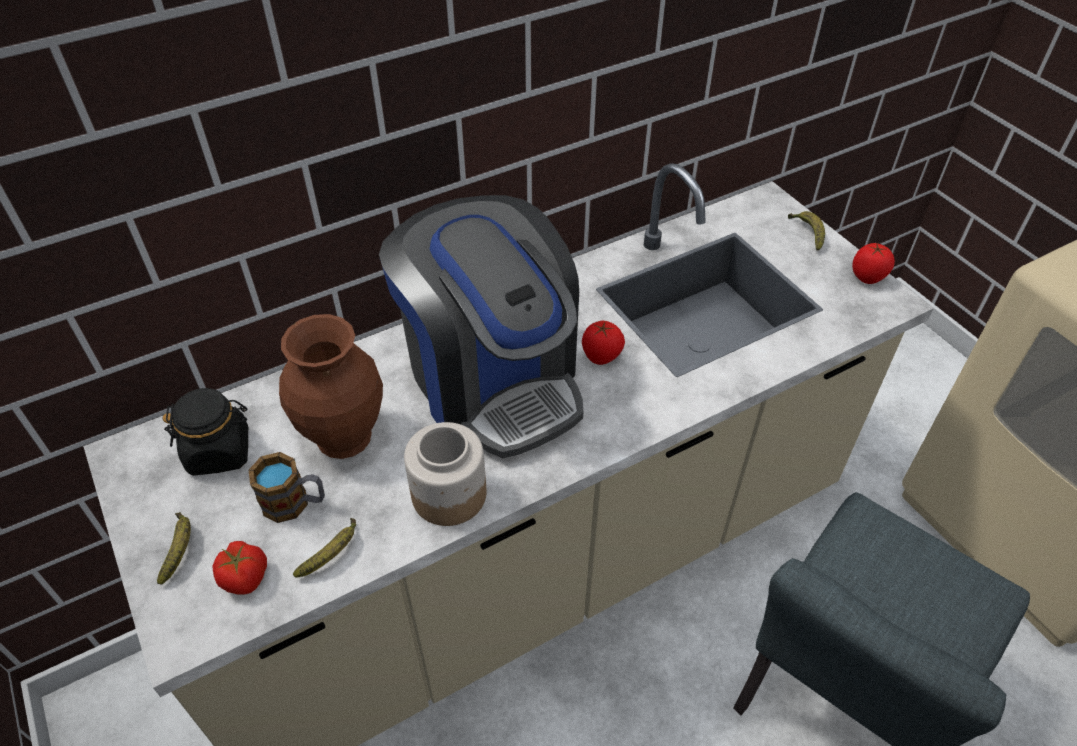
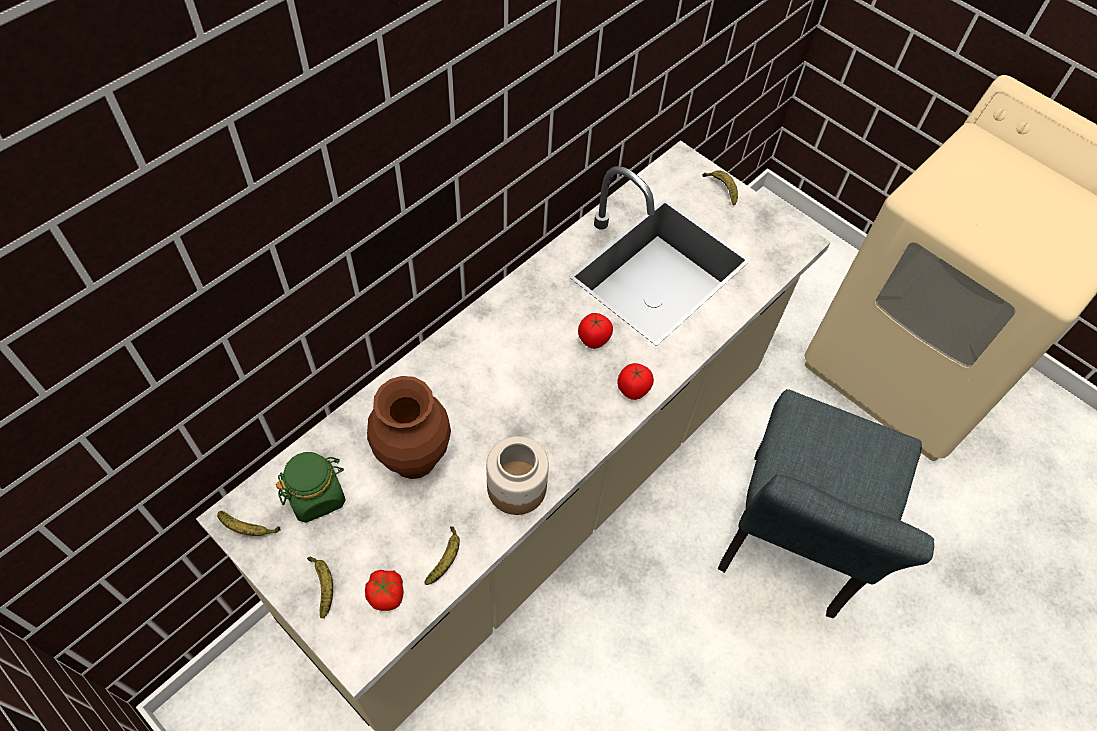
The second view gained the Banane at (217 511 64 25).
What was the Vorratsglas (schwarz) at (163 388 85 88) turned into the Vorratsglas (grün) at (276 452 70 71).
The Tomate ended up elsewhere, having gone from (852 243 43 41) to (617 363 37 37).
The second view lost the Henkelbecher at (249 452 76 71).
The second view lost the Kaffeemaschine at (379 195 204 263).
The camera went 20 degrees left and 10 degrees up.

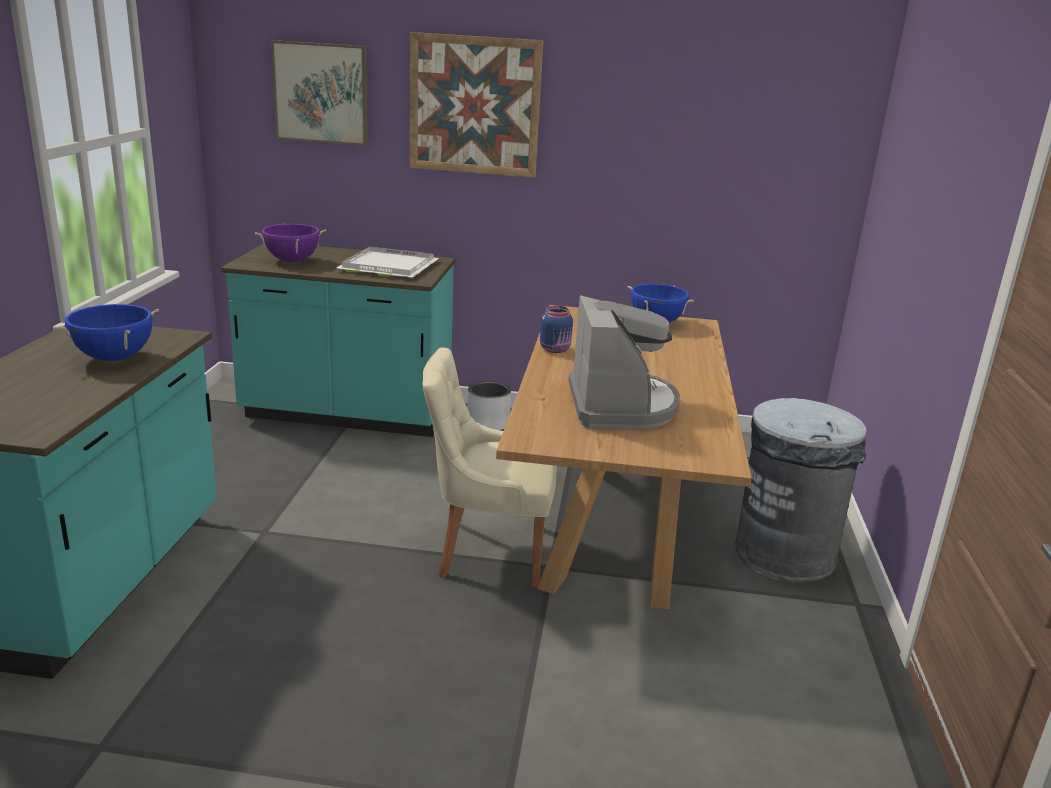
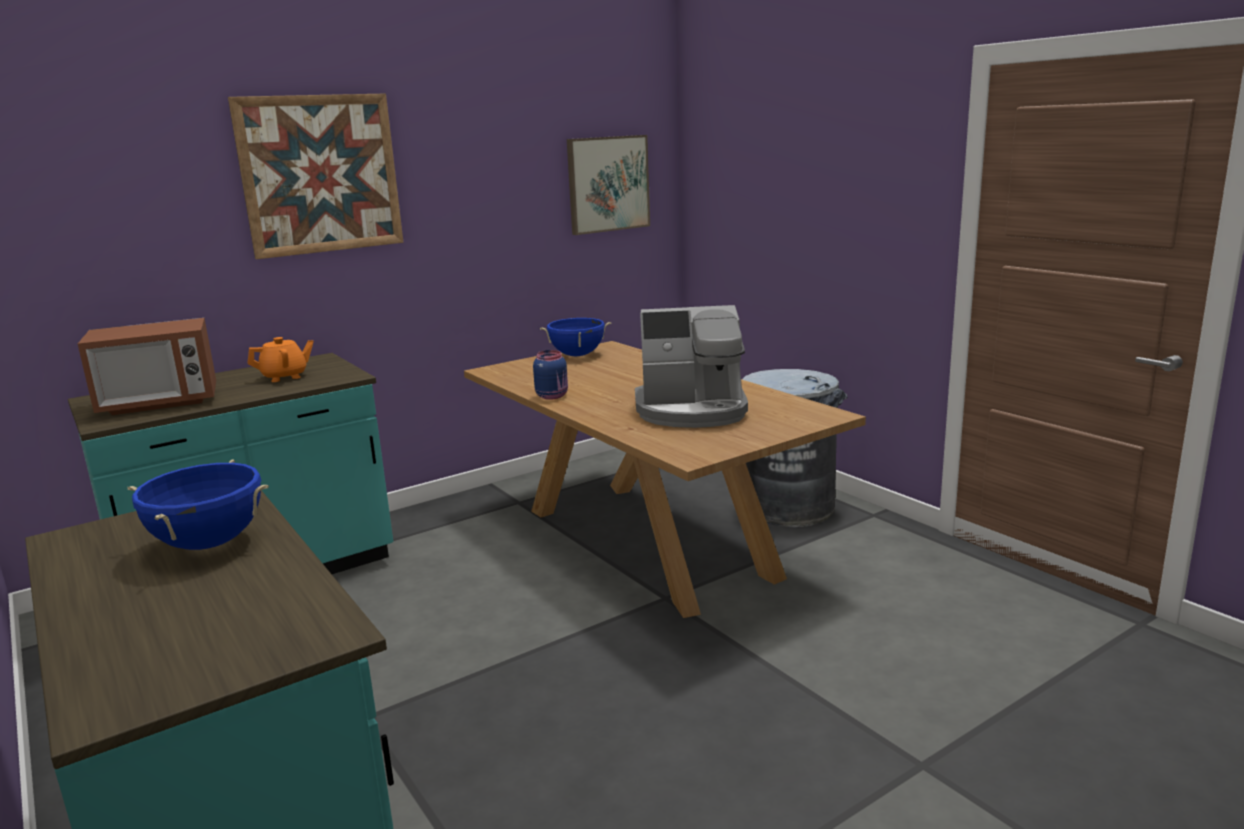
Where the Kochtopf (lila) stood at (255 224 71 38), the Mikrowelle came to stand at (78 318 138 97).
Where the Tablett (weiß) stood at (336 246 103 32), the Teekanne (orange) came to stand at (247 337 67 45).
The Bild ended up elsewhere, having gone from (271 40 97 106) to (567 135 83 100).
The Kaffeemaschine at (568 295 112 134) ended up facing another way, 135 degrees clockwise from before.
The second view lost the Stuhl (beige) at (422 347 135 240).
The second view lost the Pflanzkübel (grau) at (467 381 44 49).
The camera went 40 degrees left and 5 degrees down.

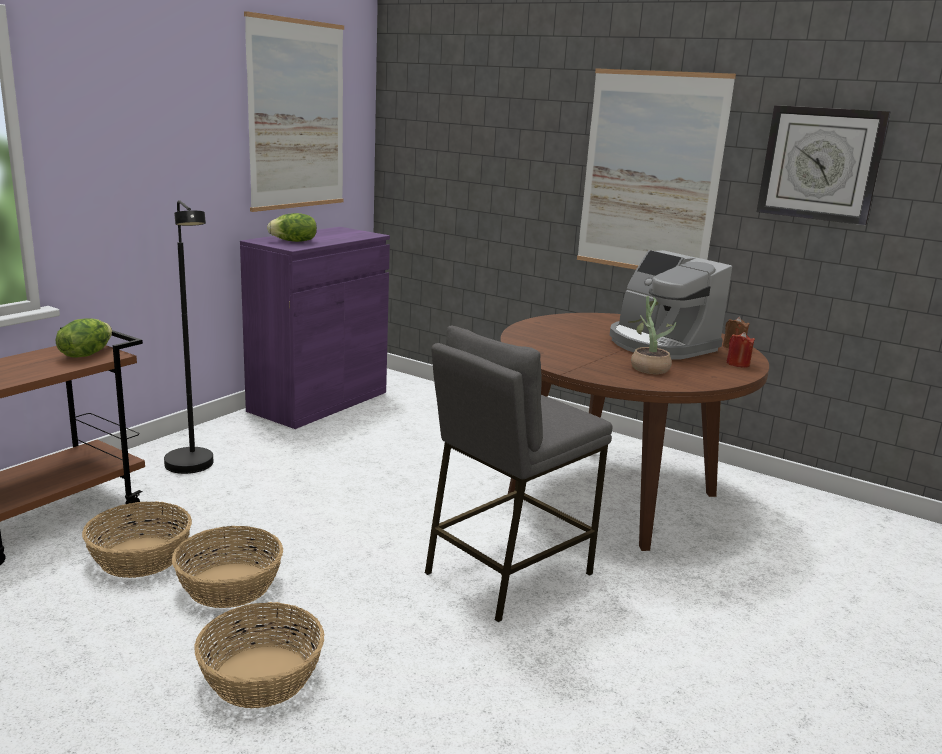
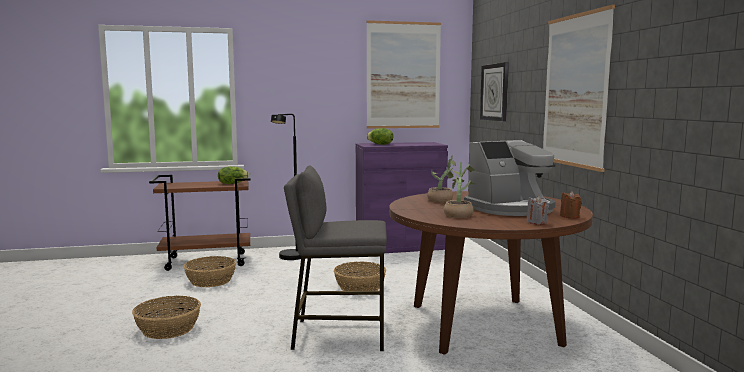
The Korb ended up elsewhere, having gone from (172 526 111 82) to (334 261 52 30).
The second view gained the Topfpflanze at (427 155 32 47).
The Kaffeemaschine at (610 250 122 110) ended up facing another way, 120 degrees counterclockwise from before.
The Wanduhr ended up elsewhere, having gone from (757 105 133 120) to (480 62 29 59).
What was the Kerze (rot) at (726 332 29 36) turned into the Kerze (grau) at (527 196 22 29).
The camera went 45 degrees right and 10 degrees down.

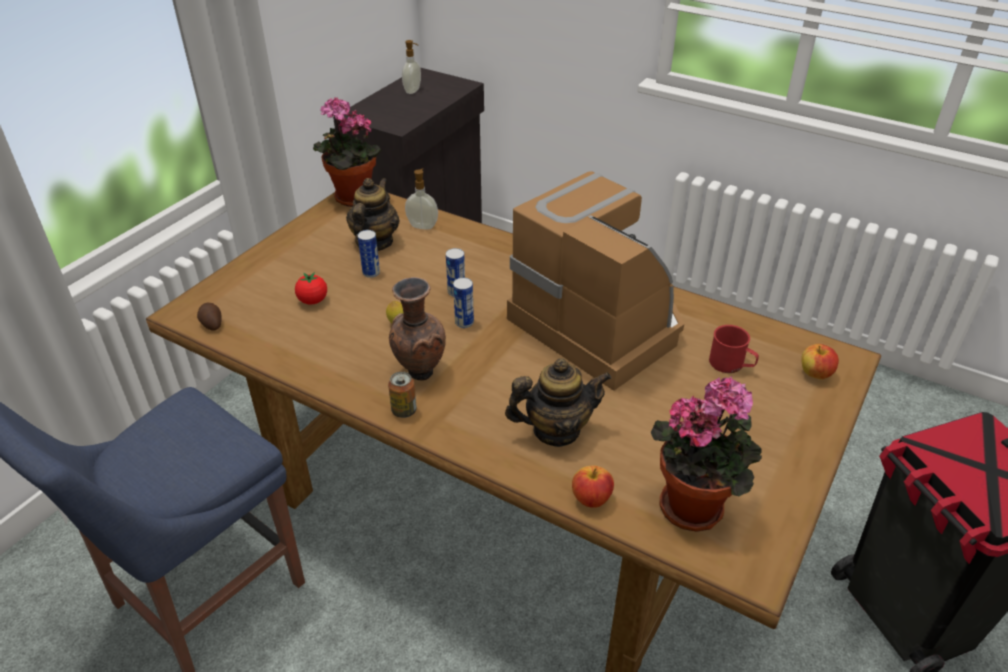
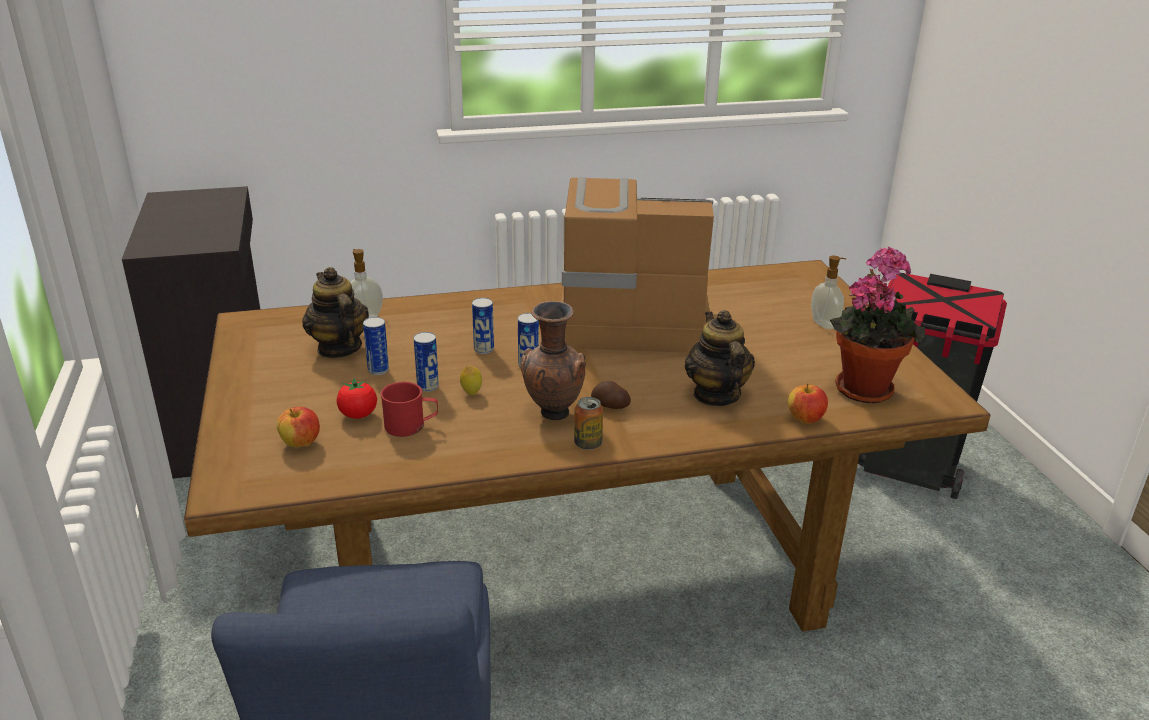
The Apfel ended up elsewhere, having gone from (801 344 38 36) to (277 407 43 40).
The Henkelbecher (rot) ended up elsewhere, having gone from (709 325 50 48) to (380 382 58 55).
The second view gained the Dose at (414 332 25 60).
The Kartoffel ended up elsewhere, having gone from (197 303 25 28) to (591 381 40 28).
The Teekanne at (505 358 106 89) ended up facing another way, 45 degrees counterclockwise from before.
The Seifenspender ended up elsewhere, having gone from (402 40 19 54) to (811 256 35 73).
The second view lost the Topfpflanze at (313 97 70 110).
The camera went 45 degrees left and 10 degrees down.

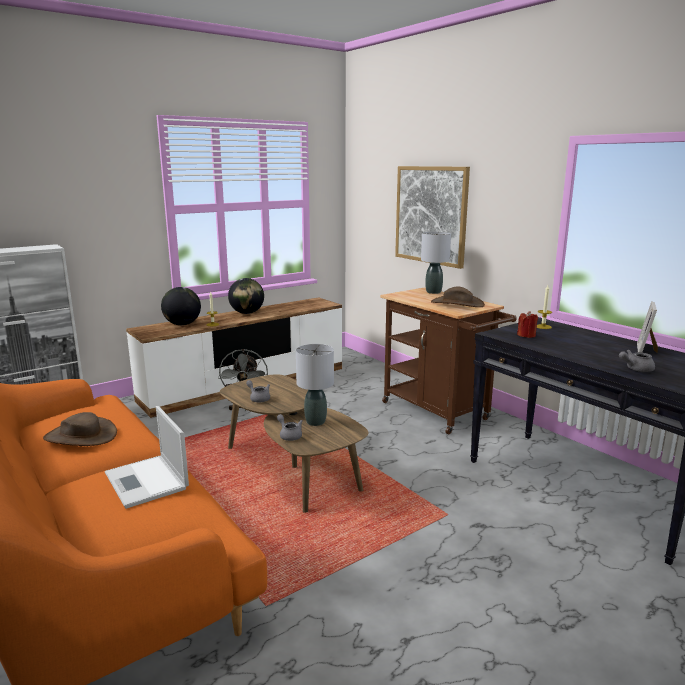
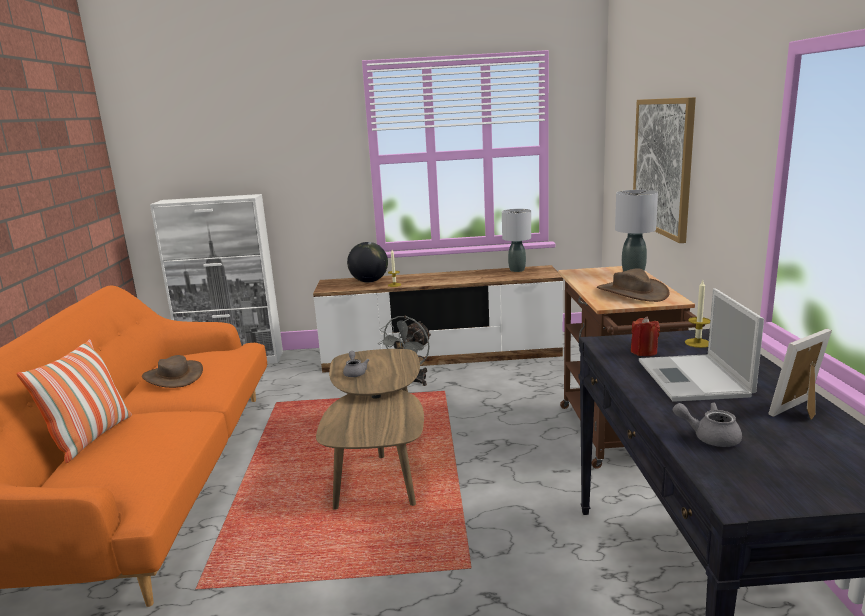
The second view gained the Kissen at (17 339 115 124).
The Tischlampe (grau) ended up elsewhere, having gone from (296 344 38 82) to (502 209 29 63).
The Laptop ended up elsewhere, having gone from (105 406 84 103) to (639 288 125 114).
The second view lost the Globus at (228 278 36 36).
The second view lost the Teekanne (grau) at (277 414 26 27).
The camera went 35 degrees right and 0 degrees up.

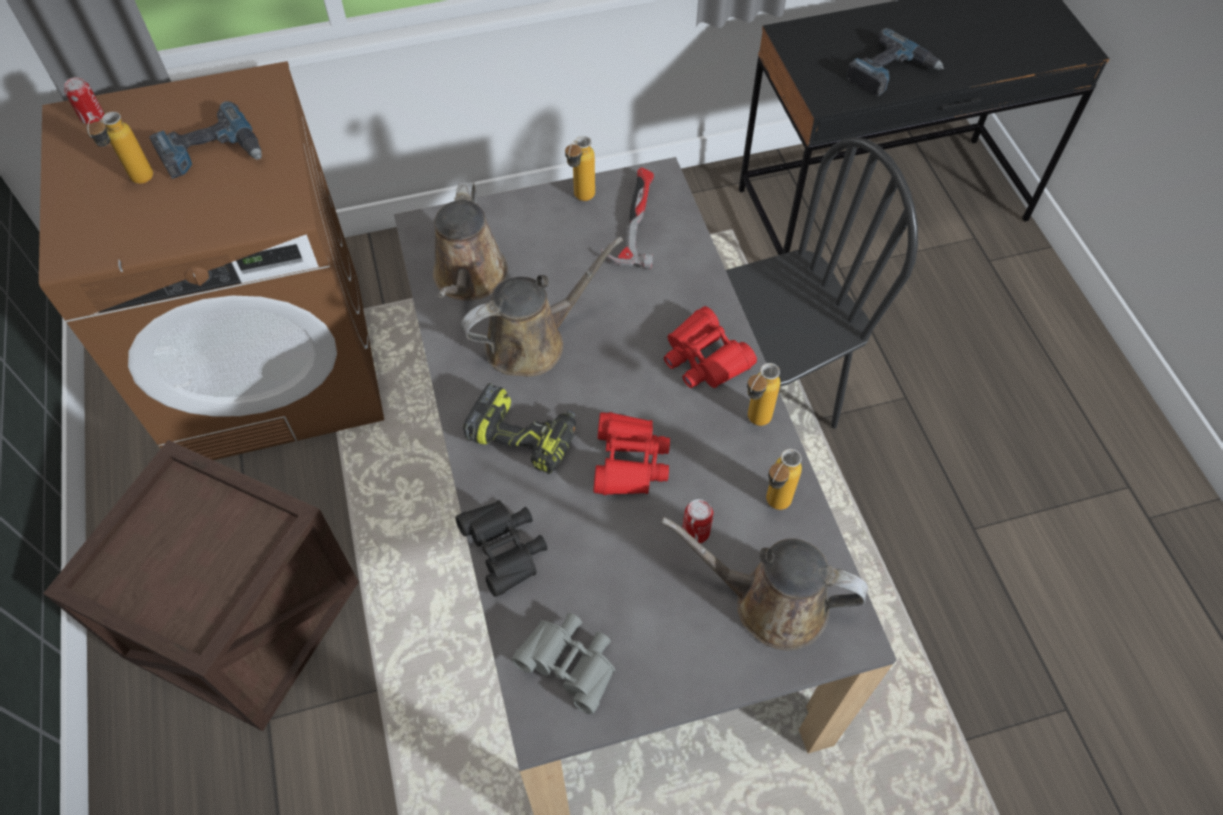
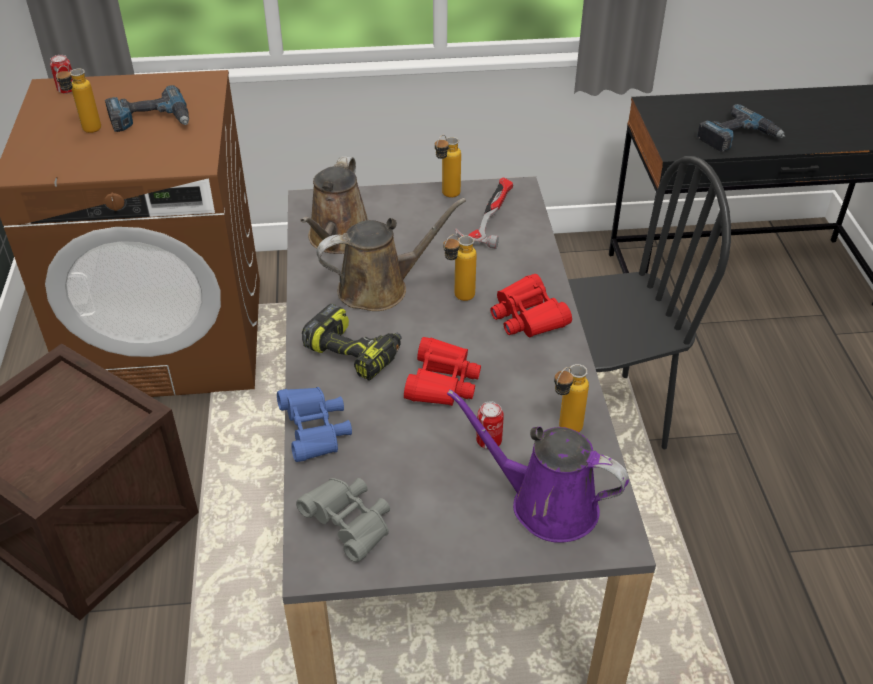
What was the Fernglas (schwarz) at (455 500 92 97) turned into the Fernglas (blau) at (277 387 75 75).
The Flasche ended up elsewhere, having gone from (747 363 33 63) to (443 234 34 67).
What was the Gießkanne (braun) at (661 517 207 133) turned into the Gießkanne (lila) at (447 389 182 154).
The camera went 10 degrees right and 15 degrees down.

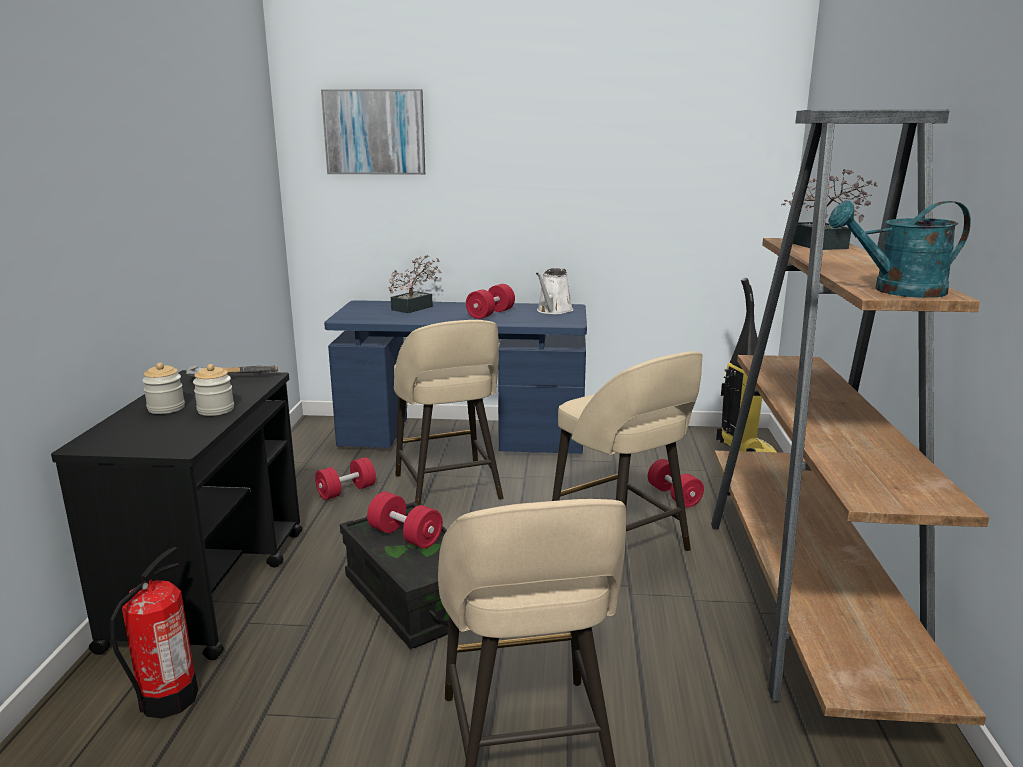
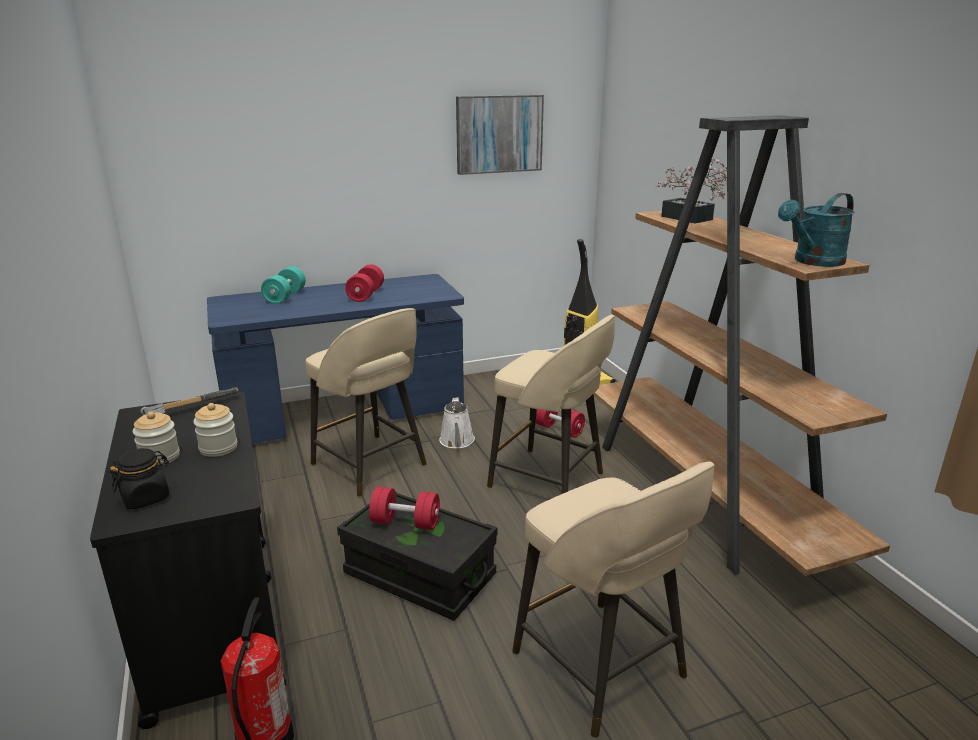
The second view gained the Vorratsglas (schwarz) at (110 448 60 61).
Where the Topfpflanze stood at (389 255 53 58), the Hantel (türkis) came to stand at (261 266 45 38).
The Gießkanne (weiß) ended up elsewhere, having gone from (536 268 37 46) to (439 397 36 52).
The Bild ended up elsewhere, having gone from (321 89 104 86) to (456 95 88 80).
The second view lost the Hantel (rot) at (315 457 61 43).
The camera went 25 degrees left and 5 degrees up.

